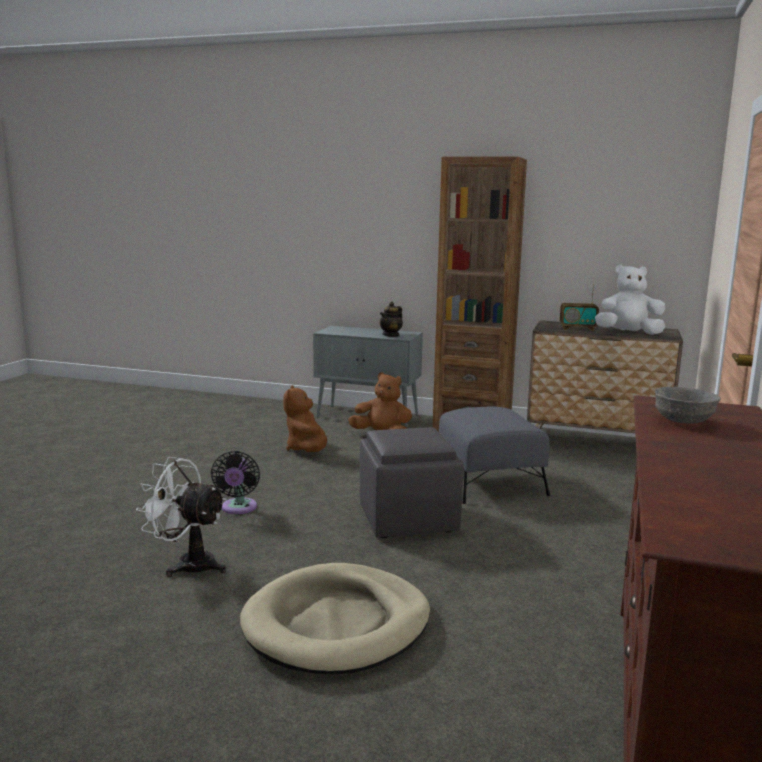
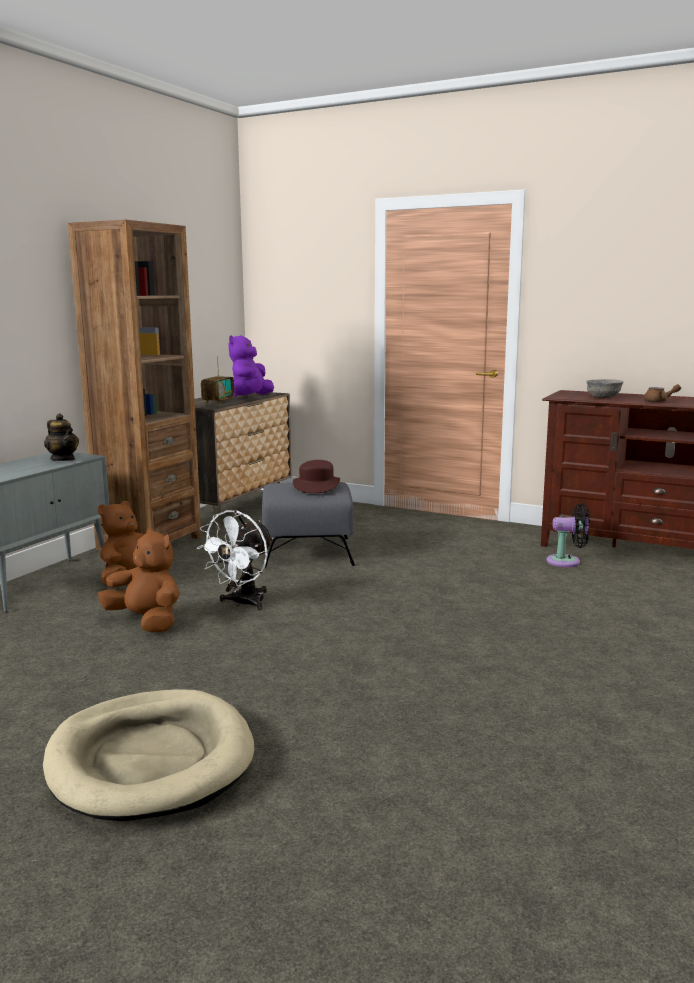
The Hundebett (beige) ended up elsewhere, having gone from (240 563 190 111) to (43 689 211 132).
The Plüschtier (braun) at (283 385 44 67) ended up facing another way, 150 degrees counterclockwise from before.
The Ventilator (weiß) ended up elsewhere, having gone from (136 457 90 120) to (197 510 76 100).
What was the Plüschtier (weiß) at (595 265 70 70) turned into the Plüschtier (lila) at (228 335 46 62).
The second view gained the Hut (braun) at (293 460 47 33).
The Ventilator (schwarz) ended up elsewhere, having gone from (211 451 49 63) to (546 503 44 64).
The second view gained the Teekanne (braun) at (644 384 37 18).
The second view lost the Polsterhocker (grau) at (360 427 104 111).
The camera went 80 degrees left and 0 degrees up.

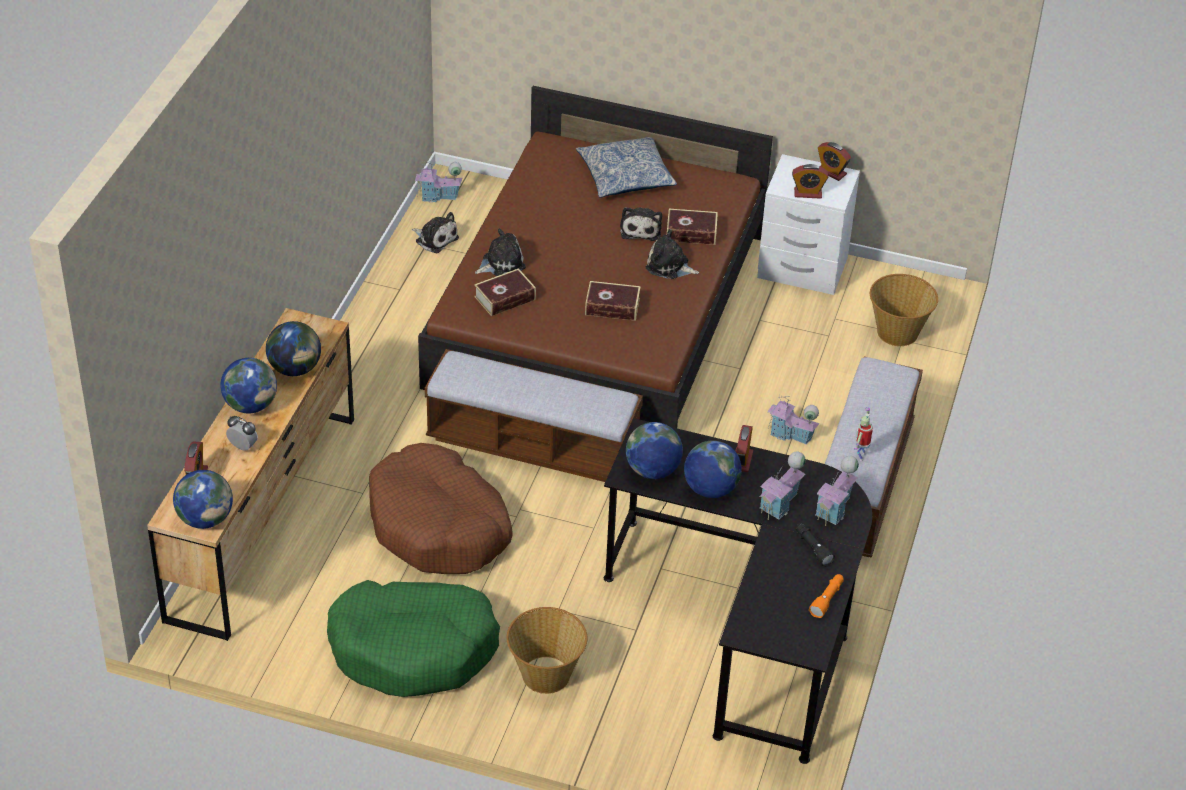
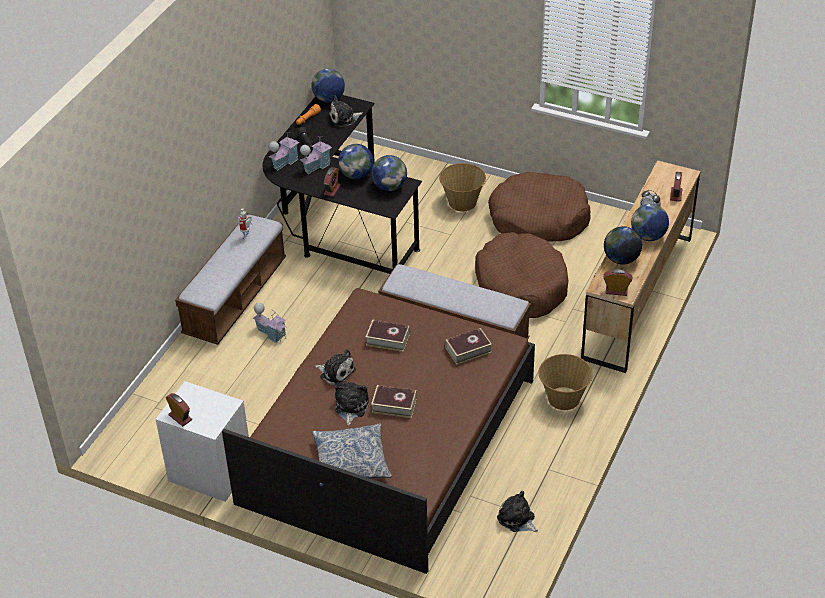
The Globus ended up elsewhere, having gone from (173 470 60 59) to (312 69 33 33).
The Plüschtier ended up elsewhere, having gone from (475 228 51 48) to (329 95 34 32).
The Buch ended up elsewhere, having gone from (667 209 51 36) to (371 385 46 33).
What was the Hundebett (grün) at (327 580 173 117) turned into the Hundebett (braun) at (488 172 103 70).
The Korb ended up elsewhere, having gone from (870 274 68 72) to (538 354 55 56).
The Wecker ended up elsewhere, having gone from (792 164 36 35) to (604 269 28 27).
The second view lost the Spielzeughaus at (415 160 47 43).
The camera went 170 degrees left and 0 degrees up.

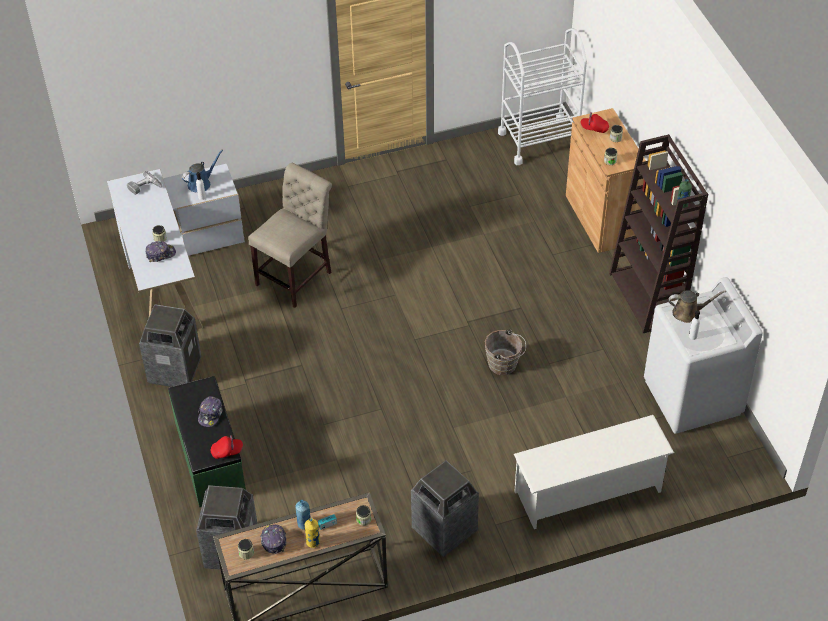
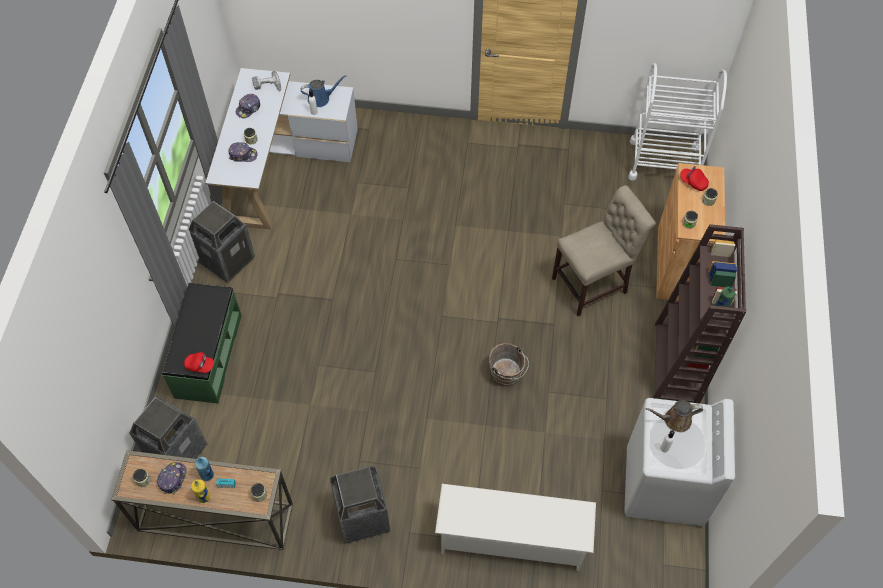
The Kappe ended up elsewhere, having gone from (198 396 25 31) to (236 94 24 24).
The Stuhl (beige) ended up elsewhere, having gone from (248 163 84 145) to (552 185 104 131).
The Gießkanne (braun) at (669 290 57 33) ended up facing another way, 150 degrees clockwise from before.
The camera went 25 degrees right and 10 degrees up.

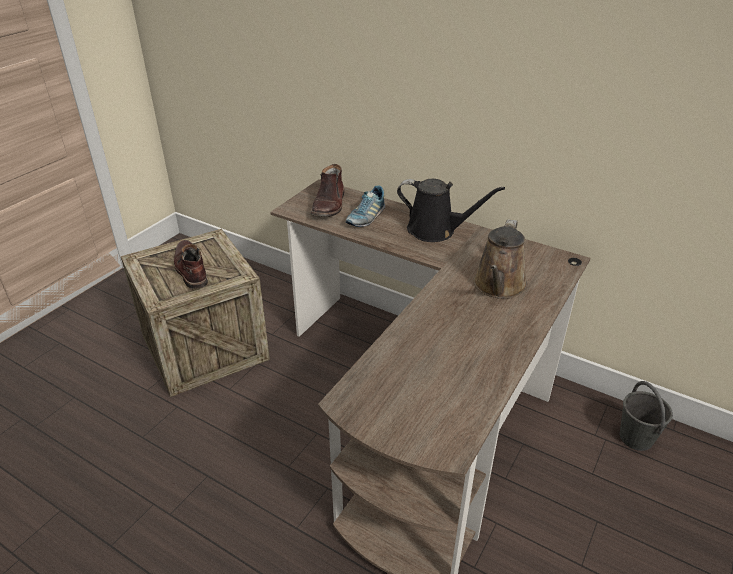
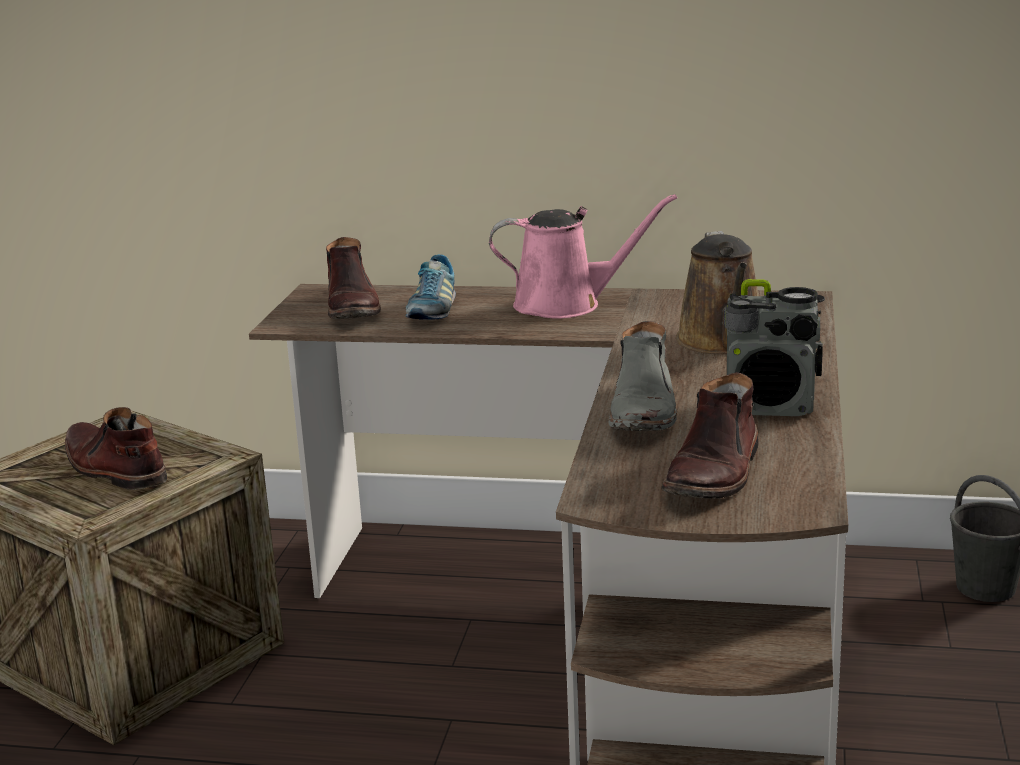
What was the Gießkanne (schwarz) at (397 179 108 63) turned into the Gießkanne (rosa) at (489 194 188 125).
The second view gained the Stiefel (grau) at (609 321 68 110).
The second view gained the Stiefel (braun) at (661 372 98 127).
The second view gained the Radio at (724 279 99 137).
The camera went 20 degrees left and 15 degrees down.

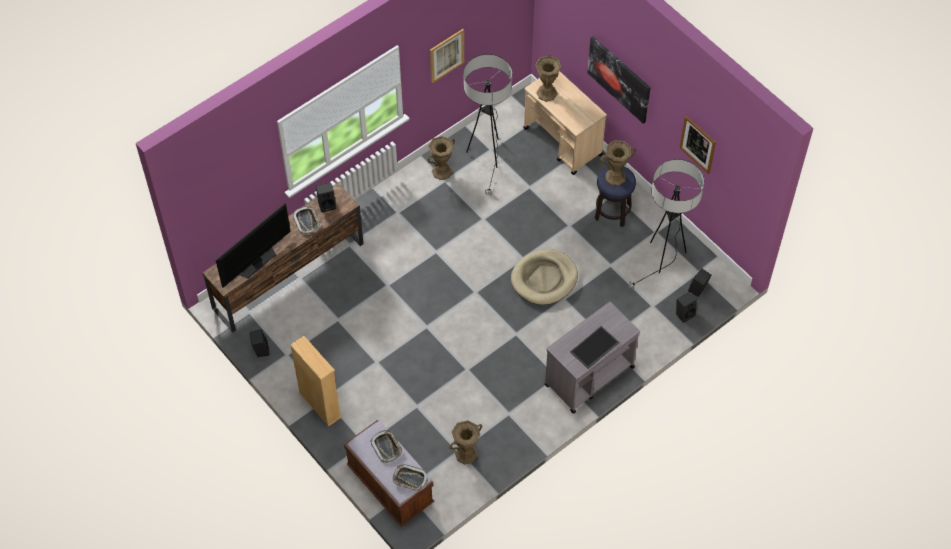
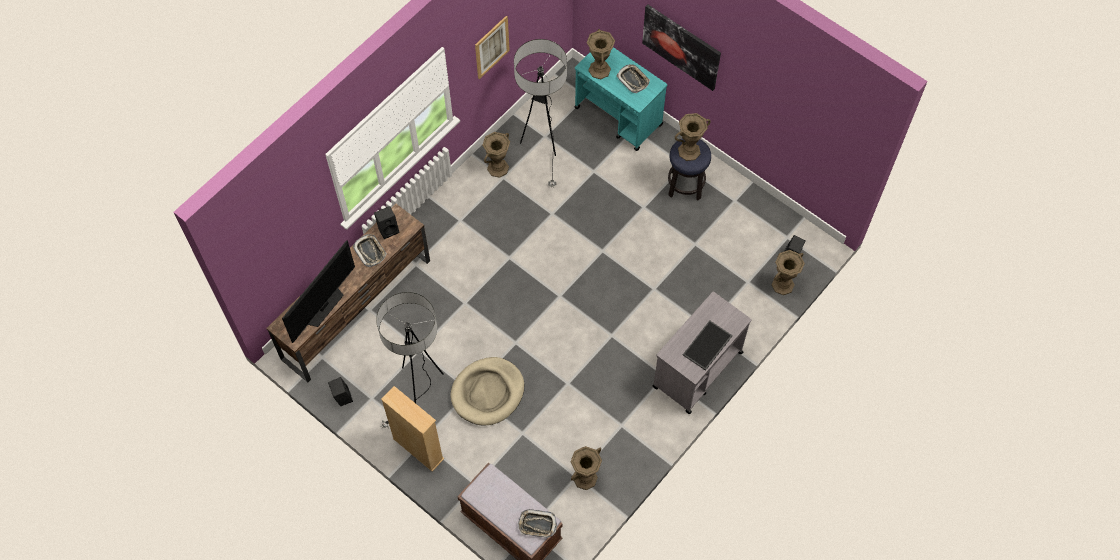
The Stehlampe ended up elsewhere, having gone from (627 159 77 131) to (376 292 68 136).
The Hundebett (beige) ended up elsewhere, having gone from (511 249 67 56) to (450 357 74 69).
What was the Rollwagen (beige) at (523 71 84 104) turned into the Rollwagen (türkis) at (574 47 93 104).
The Tablett ended up elsewhere, having gone from (370 430 33 33) to (617 64 33 29).
Where the Lautsprecher (schwarz) stood at (676 292 21 31), the Vase (braun) came to stand at (772 250 33 45).
The second view lost the Bild at (679 116 37 58).
The camera went 10 degrees left and 5 degrees up.

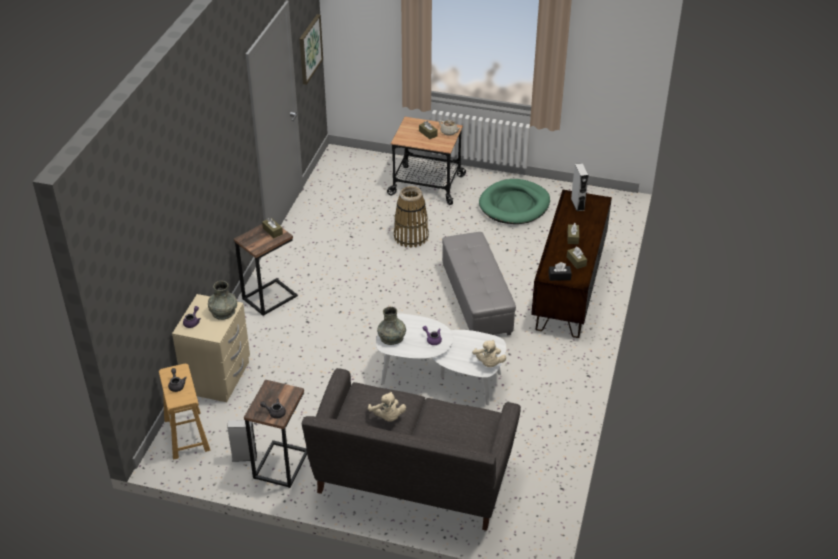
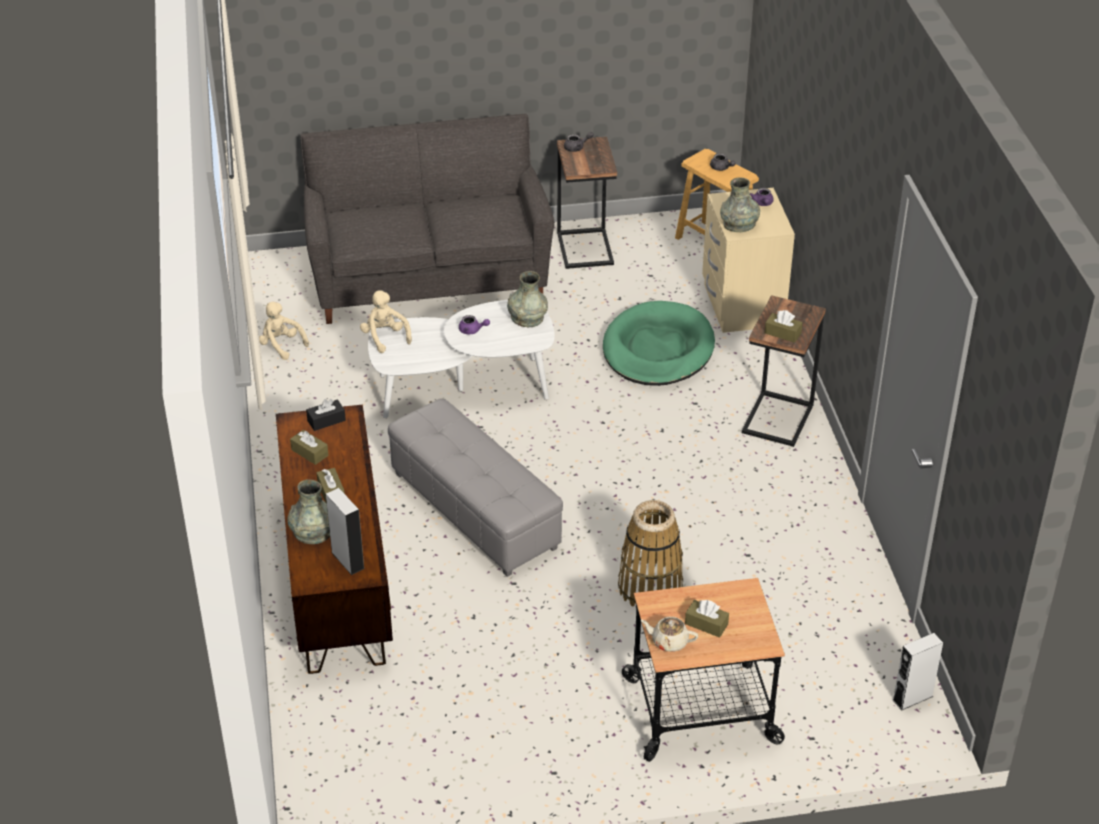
The Plüschtier (beige) ended up elsewhere, having gone from (368 392 38 30) to (259 302 50 58).
The second view gained the Vase (grau) at (287 480 43 64).
The Hundebett (grün) ended up elsewhere, having gone from (479 179 71 45) to (603 301 112 85).
The Lautsprecher (grau) ended up elsewhere, having gone from (227 420 30 42) to (893 633 50 78).
The second view lost the Bild at (300 14 23 71).
The camera went 155 degrees right and 0 degrees up.

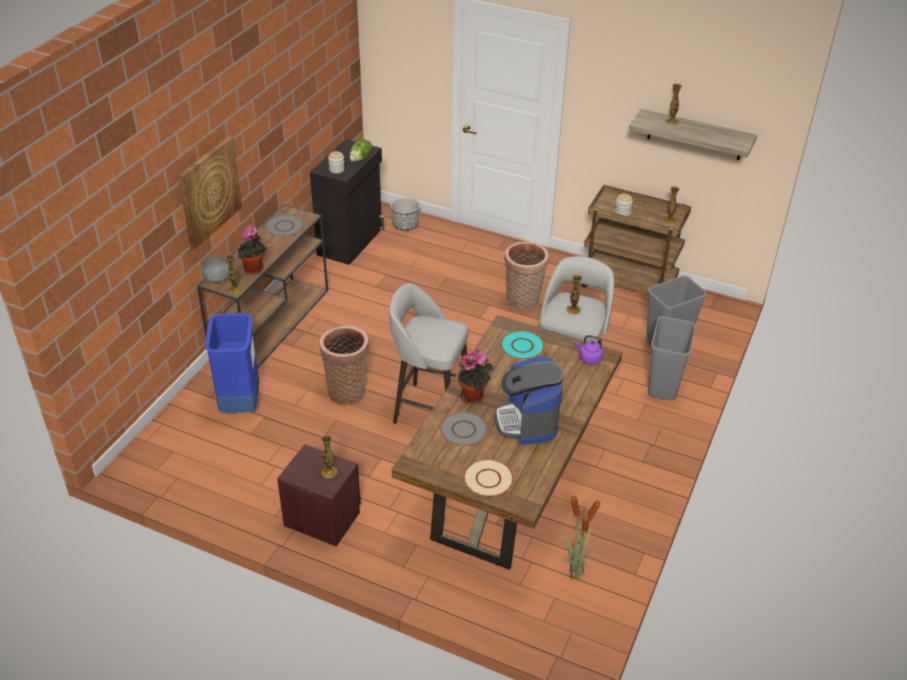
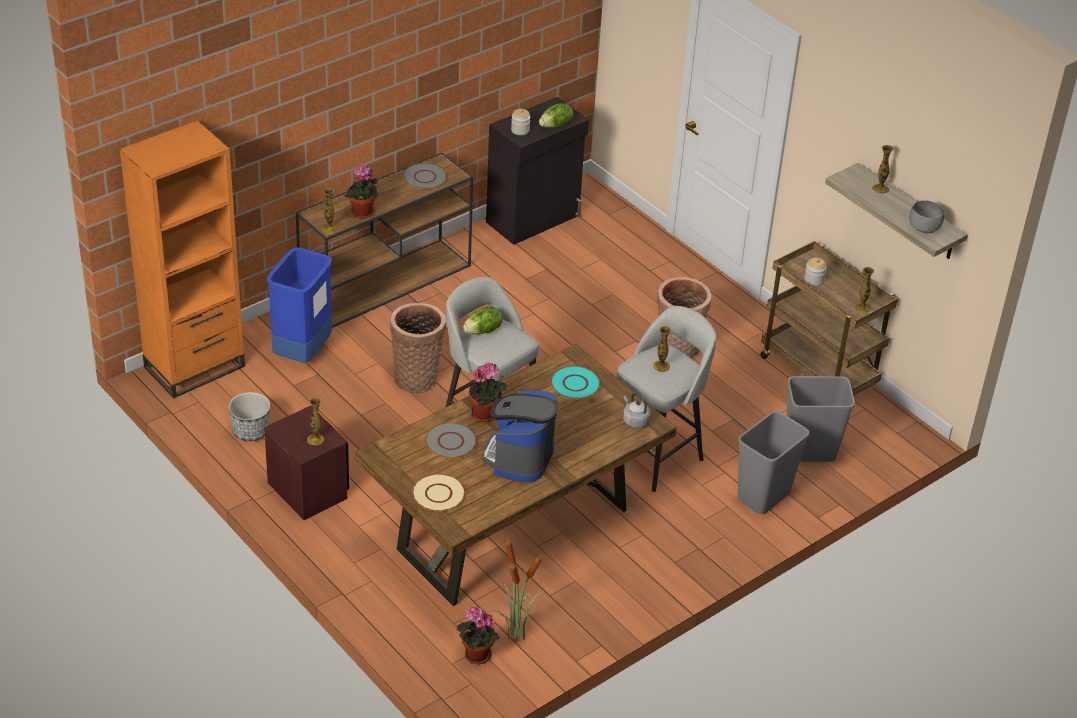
The second view gained the Bücherregal (orange) at (120 120 125 278).
The Pflanzkübel ended up elsewhere, having gone from (391 197 29 34) to (228 392 42 49).
The second view gained the Topfpflanze at (457 606 42 59).
The second view gained the Salatkopf at (462 307 41 27).
What was the Wasserkessel (lila) at (575 335 29 29) turned into the Wasserkessel (grau) at (623 393 28 35).
The Schüssel (grau) ended up elsewhere, having gone from (202 256 27 27) to (909 200 35 33).
The second view lost the Bild at (178 136 64 113).
The camera went 25 degrees right and 0 degrees up.

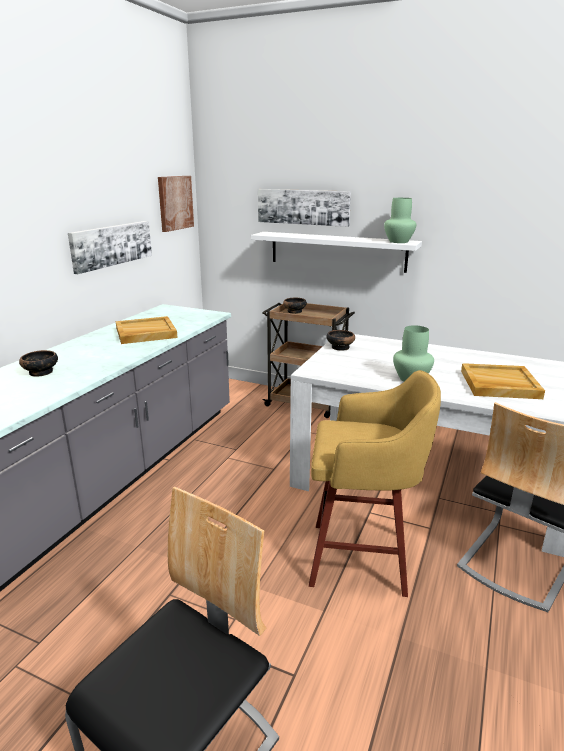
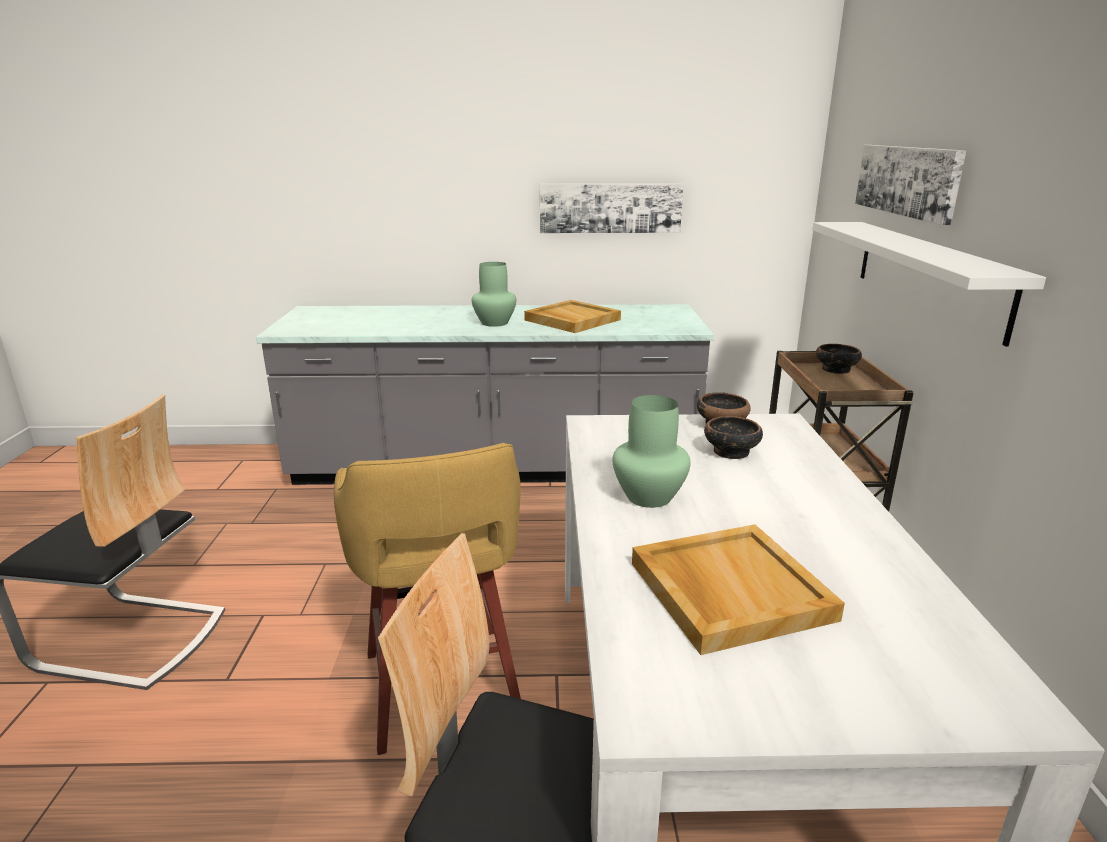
The Vase (grün) ended up elsewhere, having gone from (384 198 32 45) to (472 262 44 65).
The Schüssel ended up elsewhere, having gone from (19 350 39 27) to (704 416 59 43).
The second view lost the Bild at (158 176 36 56).
The camera went 65 degrees right and 0 degrees up.

